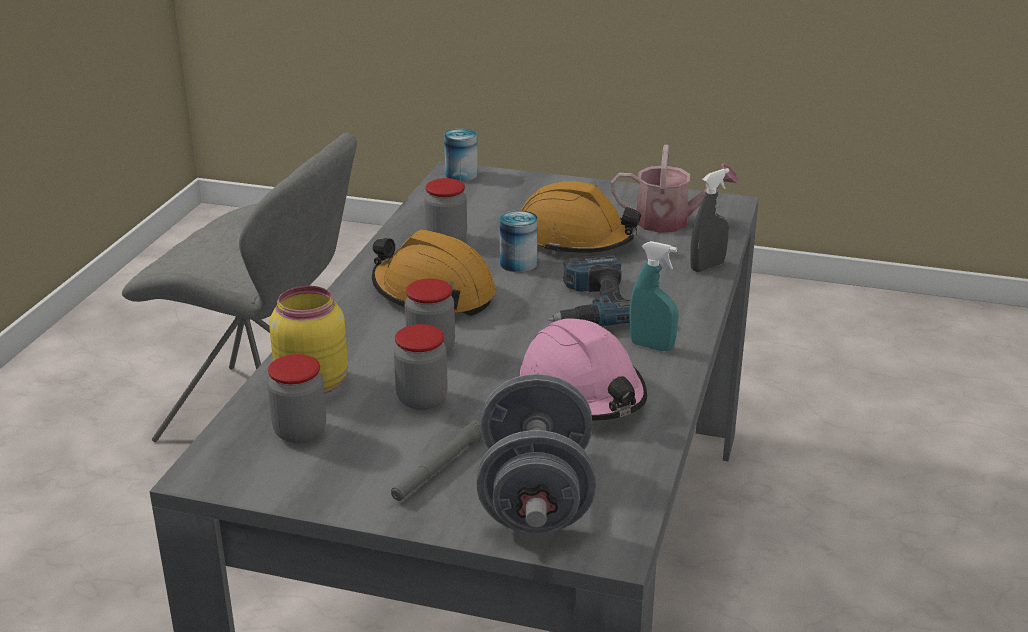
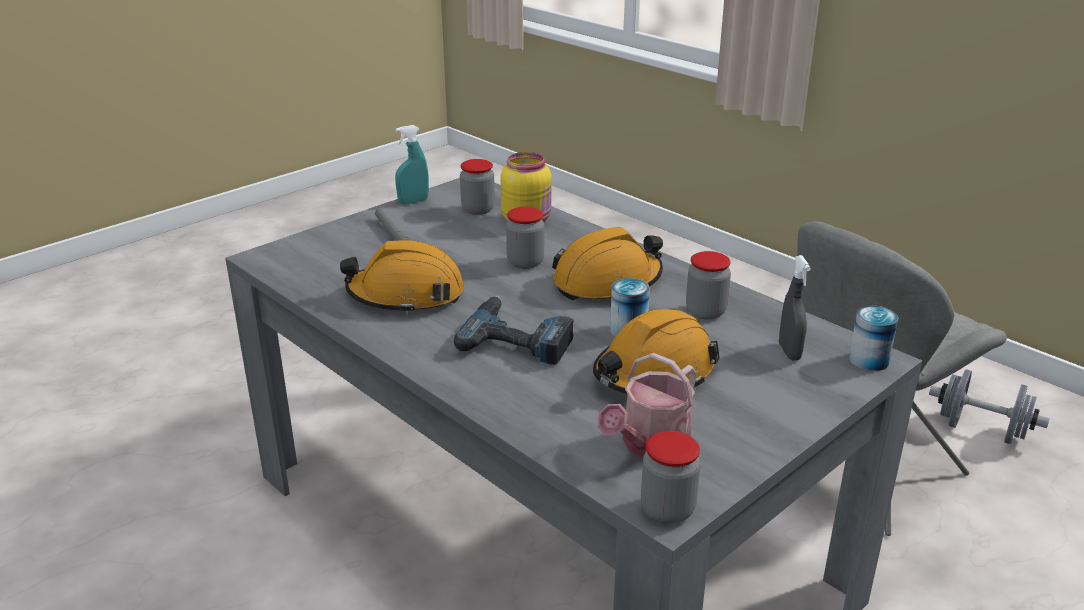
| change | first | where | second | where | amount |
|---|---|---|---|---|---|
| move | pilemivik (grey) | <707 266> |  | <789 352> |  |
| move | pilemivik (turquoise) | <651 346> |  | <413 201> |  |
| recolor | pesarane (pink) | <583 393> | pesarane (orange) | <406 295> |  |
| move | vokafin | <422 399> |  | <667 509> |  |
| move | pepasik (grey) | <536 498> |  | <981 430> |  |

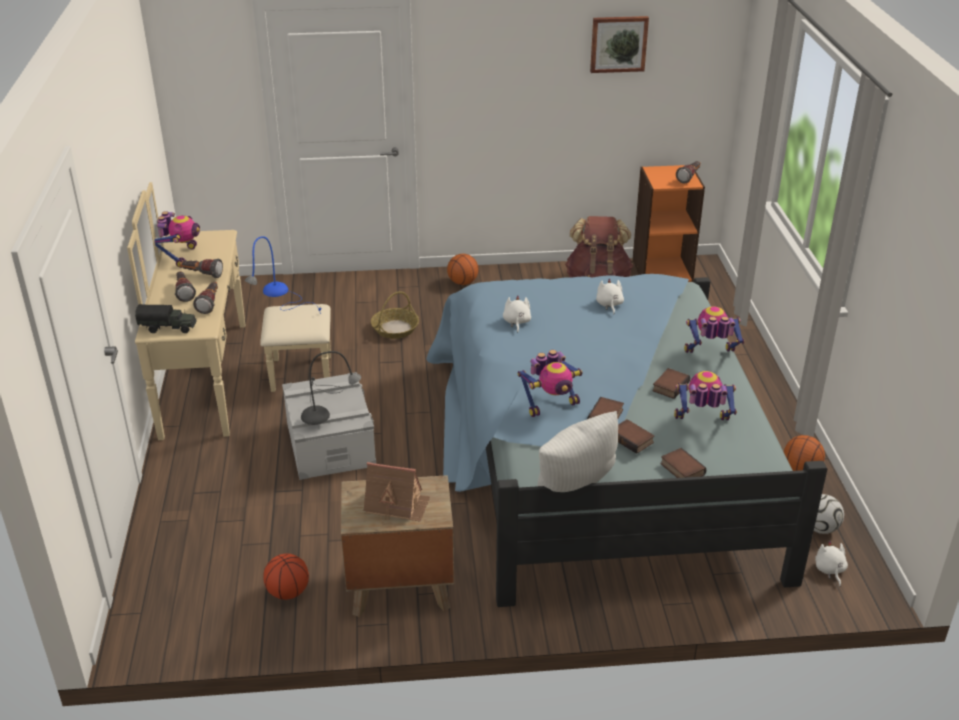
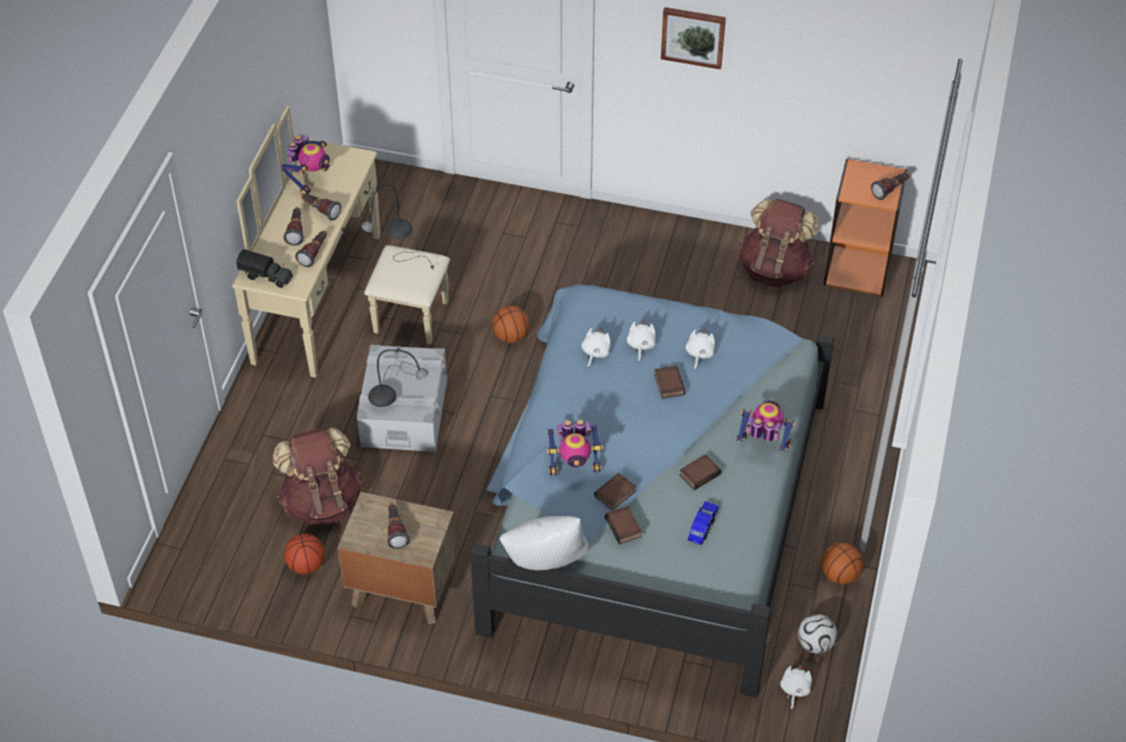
| change | first | where | second | where | amount |
|---|---|---|---|---|---|
| move | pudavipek | <618 44> |  | <693 36> |  |
| recolor | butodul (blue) | <279 304> | butodul (grey) | <398 246> |  |
| move | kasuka | <463 283> |  | <511 336> |  |
| delete | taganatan | <395 329> |  |  |  |
| replace | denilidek | <702 423> | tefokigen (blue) | <703 526> |  |
| move | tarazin | <681 469> |  | <668 384> |  |
| replace | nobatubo | <397 505> | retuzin | <396 530> |  |
| insert |  |  | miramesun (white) | <640 346> |  |
| insert |  |  | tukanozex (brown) | <322 502> |  |

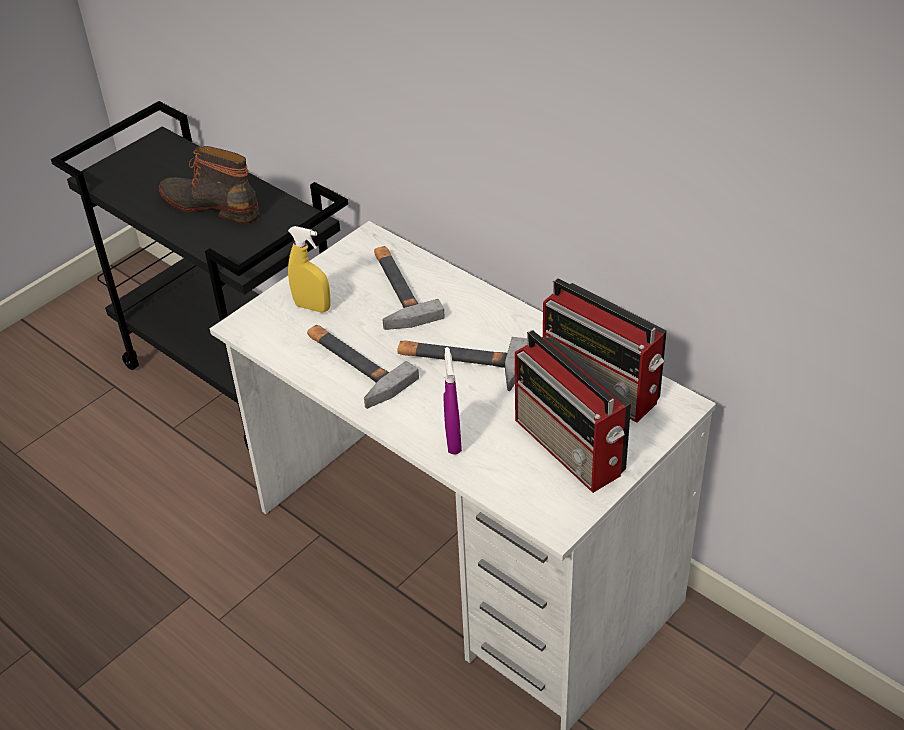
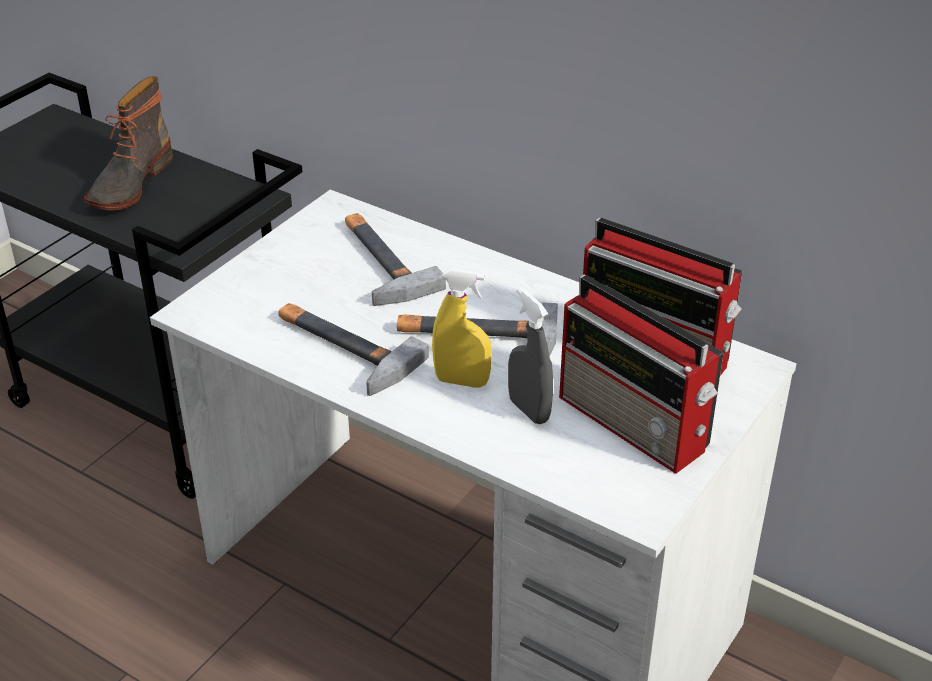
| change | first | where | second | where | amount |
|---|---|---|---|---|---|
| rotate | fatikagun | <212 204> |  | <129 183> | 90 degrees counterclockwise |
| move | pilemivik (yellow) | <312 307> |  | <462 381> |  |
| delete | pilemivik (purple) | <453 440> |  |  |  |
| insert |  |  | pilemivik (grey) | <529 410> |  |

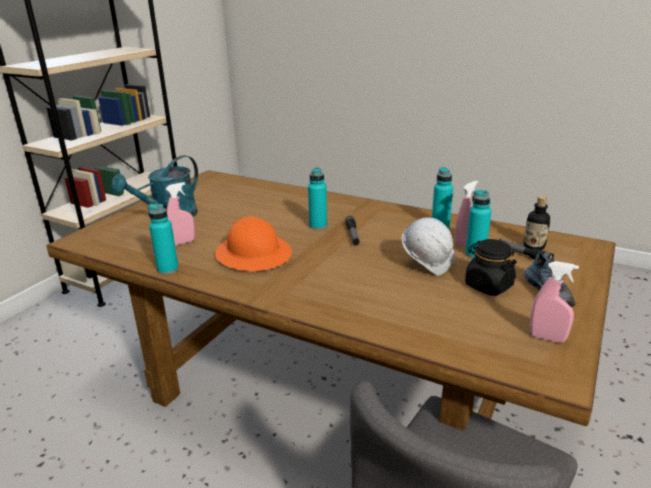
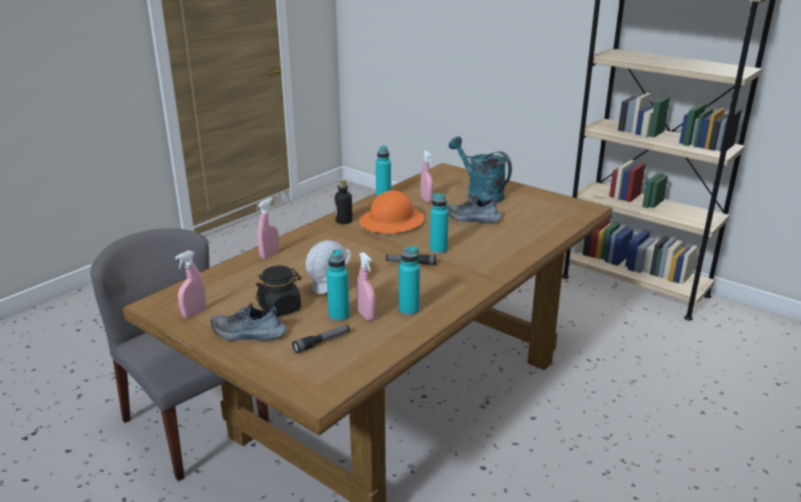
| change | first | where | second | where | amount |
|---|---|---|---|---|---|
| move | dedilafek | <533 246> |  | <344 221> |  |
| insert |  |  | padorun | <472 219> |  |
| insert |  |  | pilemivik (pink) | <269 255> |  |

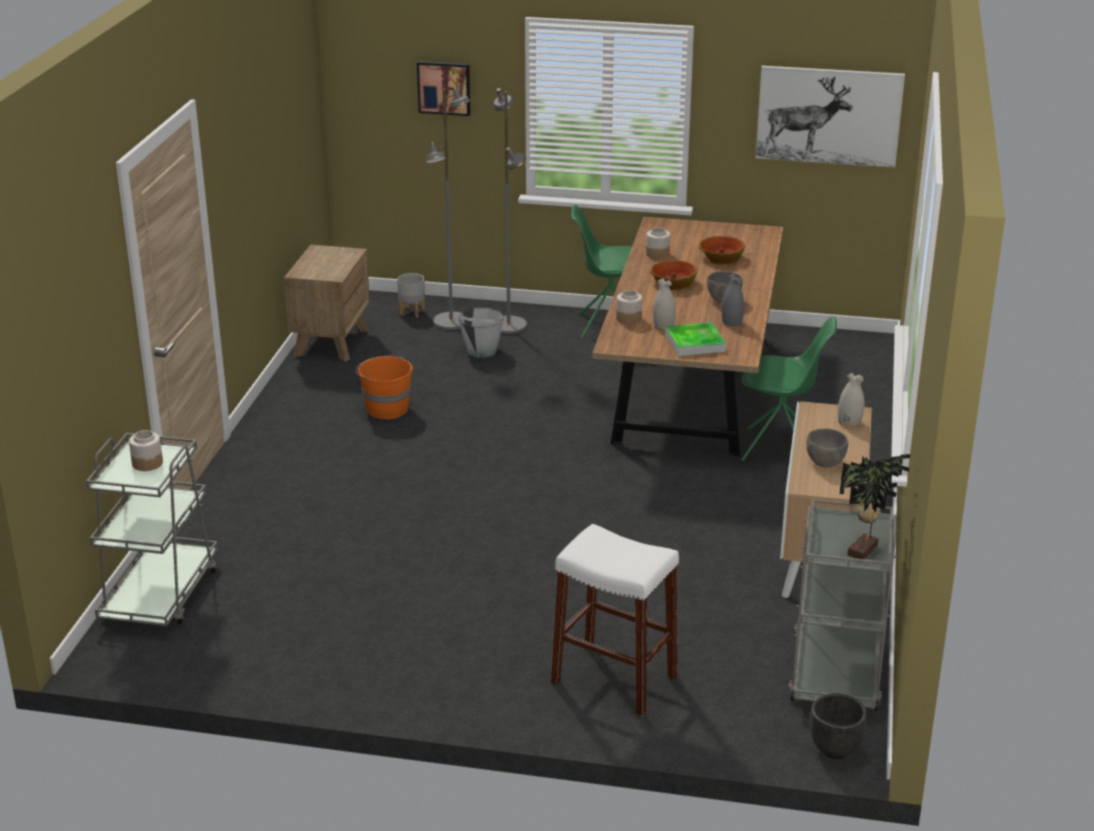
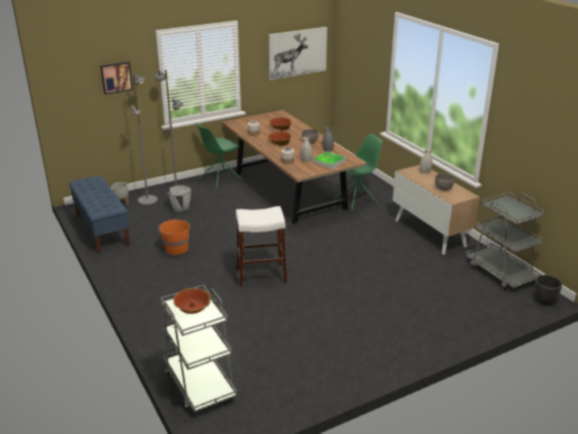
| change | first | where | second | where | amount |
|---|---|---|---|---|---|
| replace | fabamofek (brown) | <331 342> | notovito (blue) | <102 230> |  |
| replace | vokafin | <147 463> | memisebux | <192 308> |  |
| delete | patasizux | <865 550> |  |  |  |
| move | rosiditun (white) | <614 679> |  | <261 275> |  |

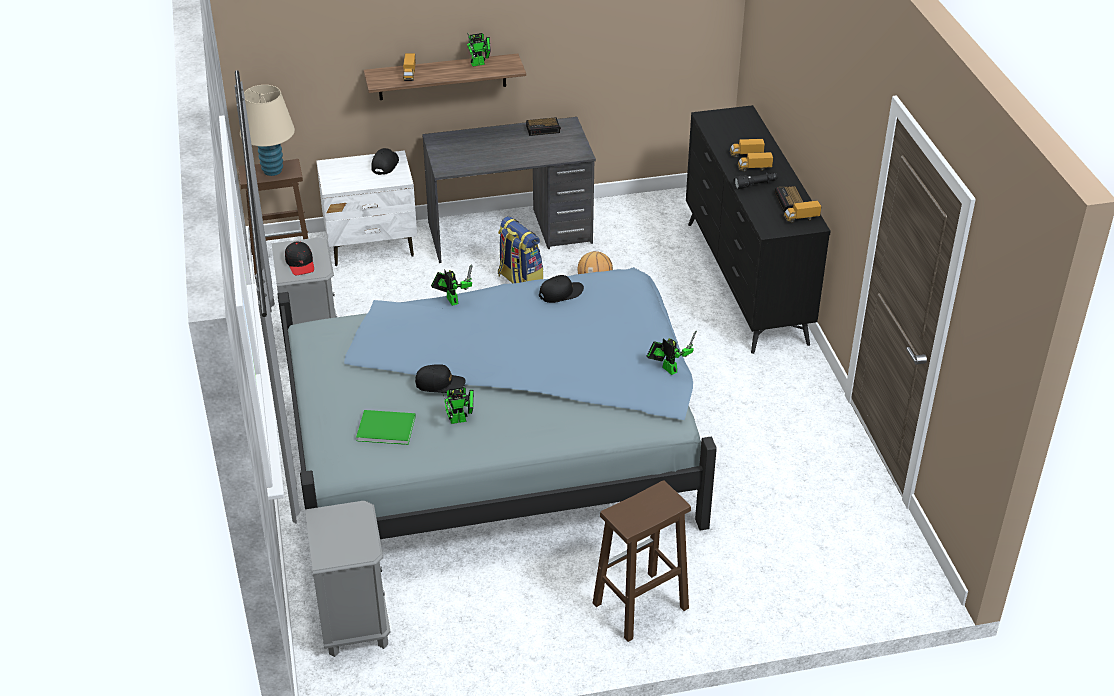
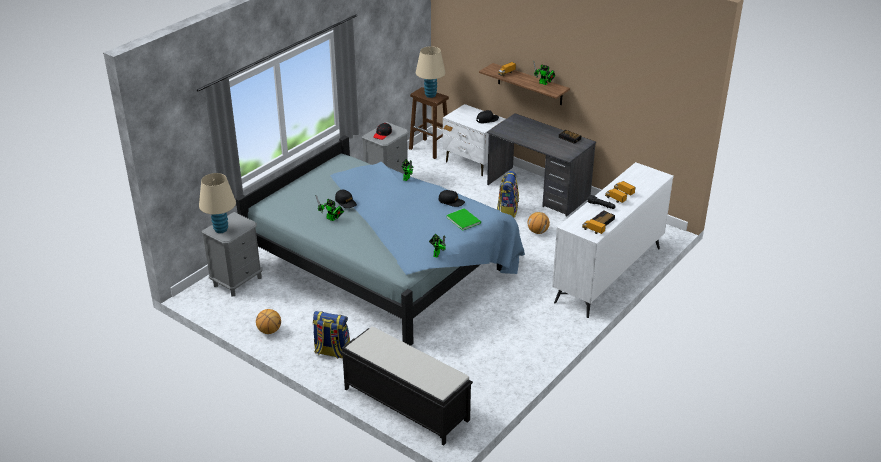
| change | first | where | second | where | amount |
|---|---|---|---|---|---|
| recolor | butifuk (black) | <745 282> | butifuk (white) | <607 274> |  |
| move | tarazin (green) | <384 427> |  | <463 219> |  |
| replace | rosiditun (brown) | <639 607> | tukanozex | <332 352> |  |
| insert |  |  | butodul (beige) | <221 229> |  |
| insert |  |  | kasuka | <269 331> |  |
| insert |  |  | notovito (black) | <405 404> |  |

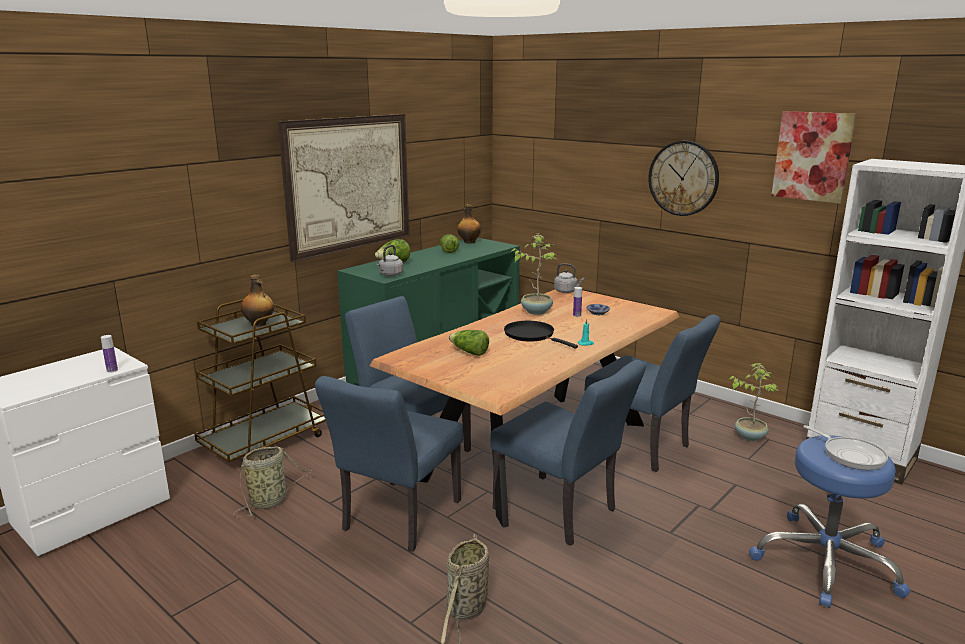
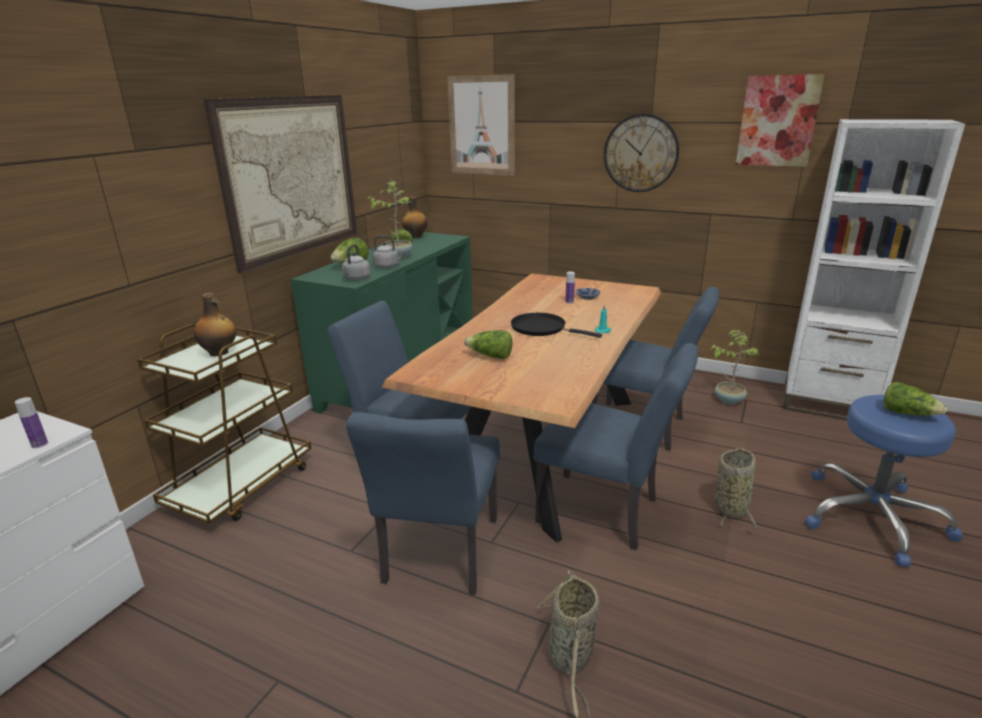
| change | first | where | second | where | amount |
|---|---|---|---|---|---|
| move | patasizux | <536 311> |  | <397 256> |  |
| move | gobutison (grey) | <566 291> |  | <388 266> |  |
| replace | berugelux | <850 455> | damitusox | <907 413> |  |
| move | taganatan | <270 501> |  | <731 507> |  |
| insert |  |  | pudavipek | <482 126> |  |

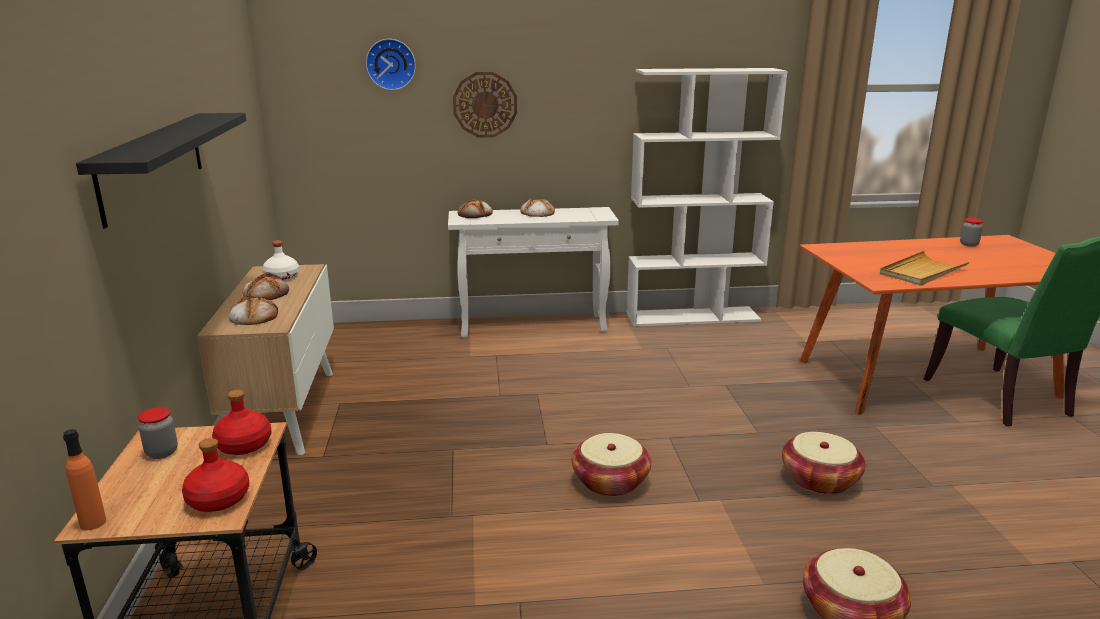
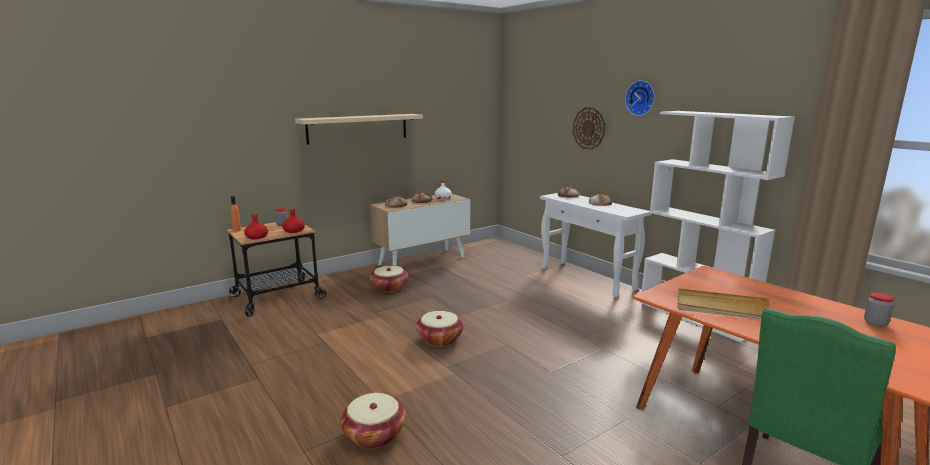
| change | first | where | second | where | amount |
|---|---|---|---|---|---|
| move | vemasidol | <391 64> |  | <641 98> |  |
| recolor | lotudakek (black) | <153 164> | lotudakek (beige) | <358 128> |  |
| move | taganatan | <820 480> |  | <389 287> |  |

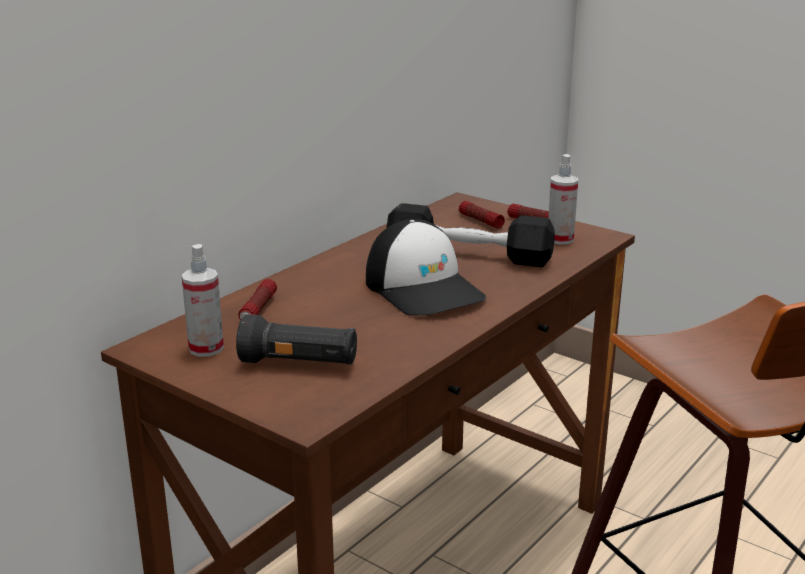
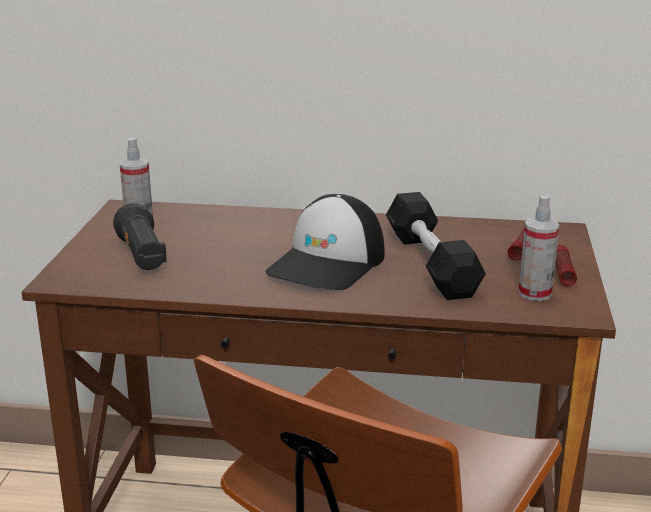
| change | first | where | second | where | amount |
|---|---|---|---|---|---|
| delete | retuzin | <258 309> |  |  |  |

